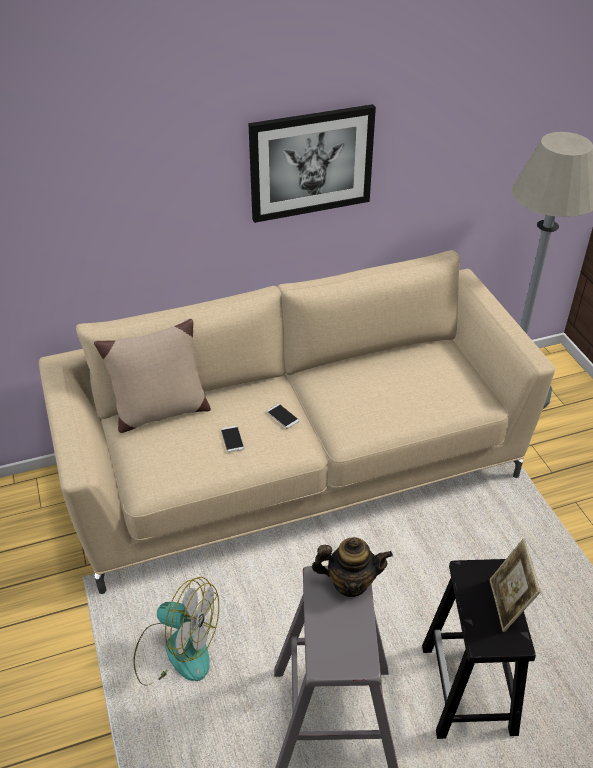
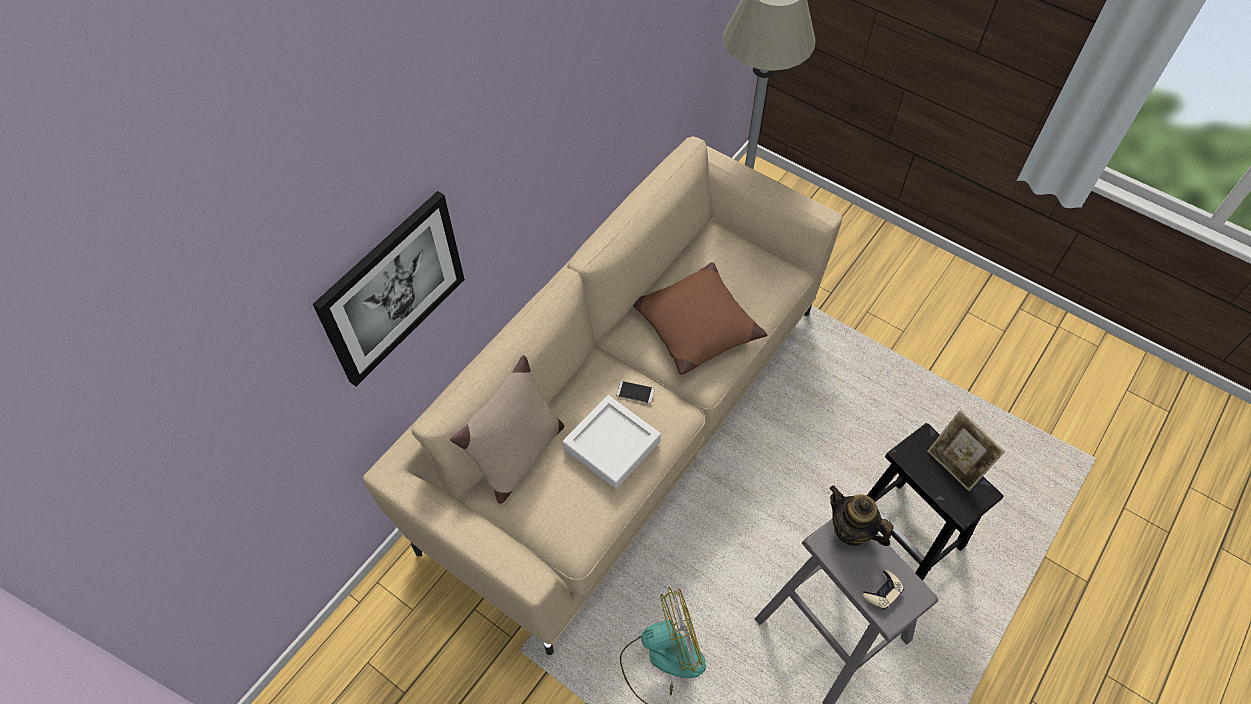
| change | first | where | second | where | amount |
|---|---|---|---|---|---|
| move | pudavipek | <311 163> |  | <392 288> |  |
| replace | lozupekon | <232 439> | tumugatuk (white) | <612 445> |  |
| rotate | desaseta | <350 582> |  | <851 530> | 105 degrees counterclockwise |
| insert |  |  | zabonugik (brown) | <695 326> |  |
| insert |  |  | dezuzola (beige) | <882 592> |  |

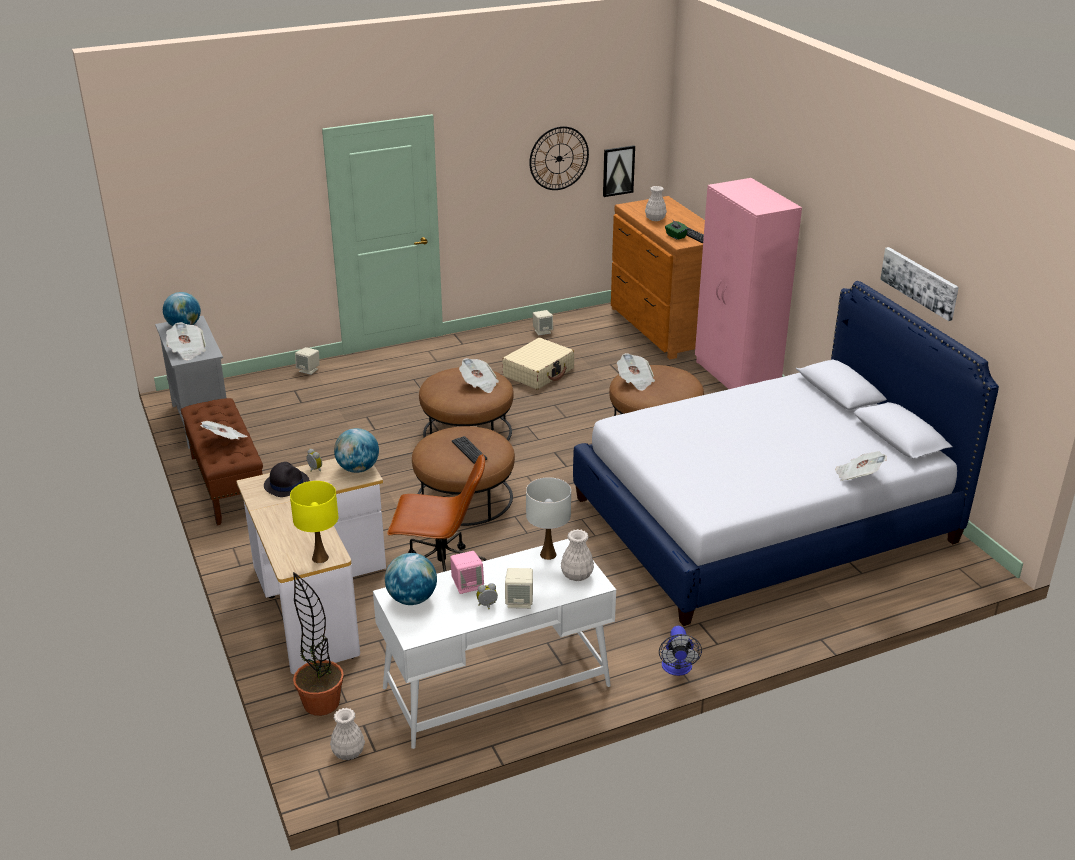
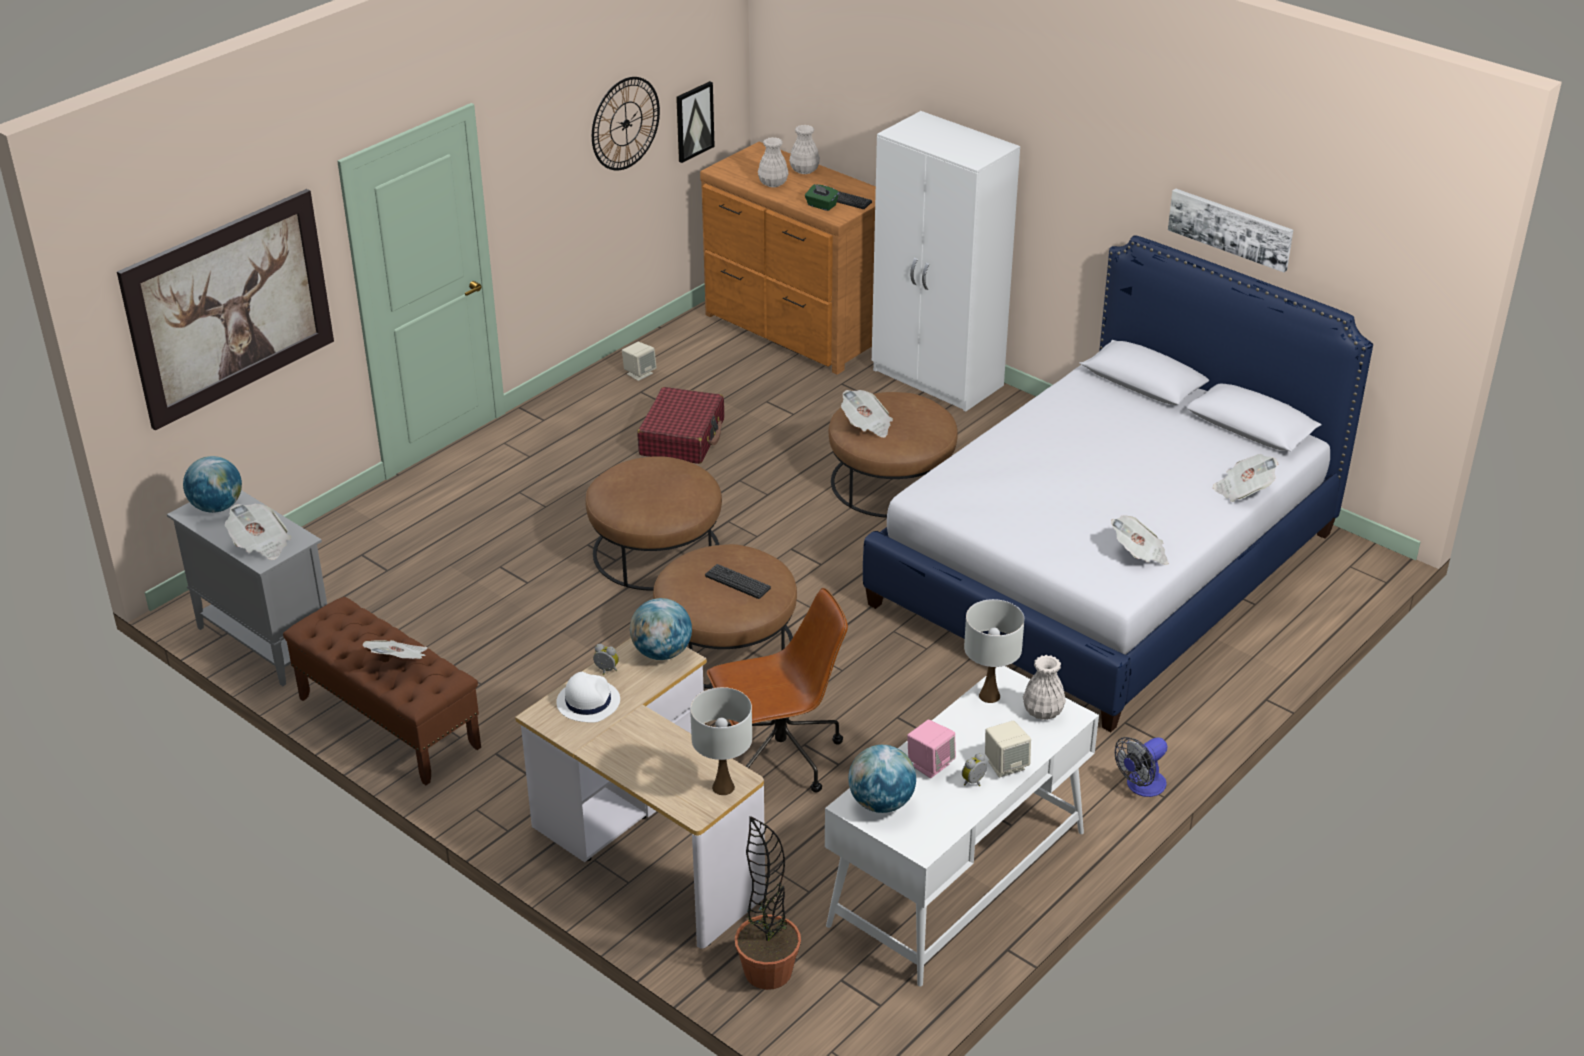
| change | first | where | second | where | amount |
|---|---|---|---|---|---|
| recolor | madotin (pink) | <736 377> | madotin (white) | <937 379> |  |
| recolor | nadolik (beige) | <538 372> | nadolik (red) | <682 437> |  |
| delete | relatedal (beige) | <308 370> |  |  |  |
| move | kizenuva | <479 384> |  | <1139 554> |  |
| recolor | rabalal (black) | <286 484> | rabalal (white) | <588 701> |  |
| recolor | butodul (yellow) | <320 558> | butodul (white) | <723 787> |  |
| rotate | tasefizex | <677 669> |  | <1141 787> | 75 degrees clockwise |
| move | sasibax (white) | <348 752> |  | <804 170> |  |
| insert |  |  | pudavipek | <229 307> |  |

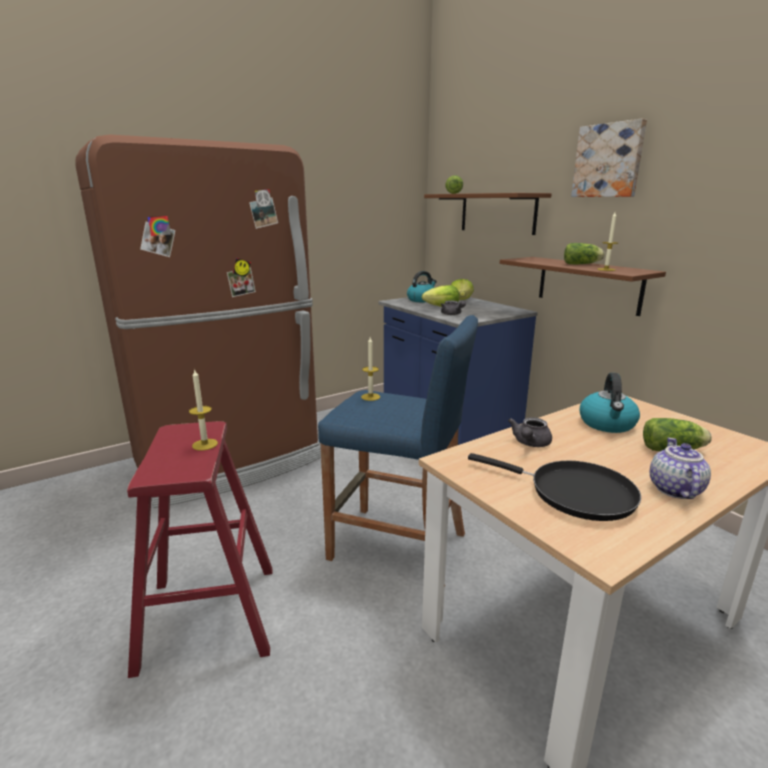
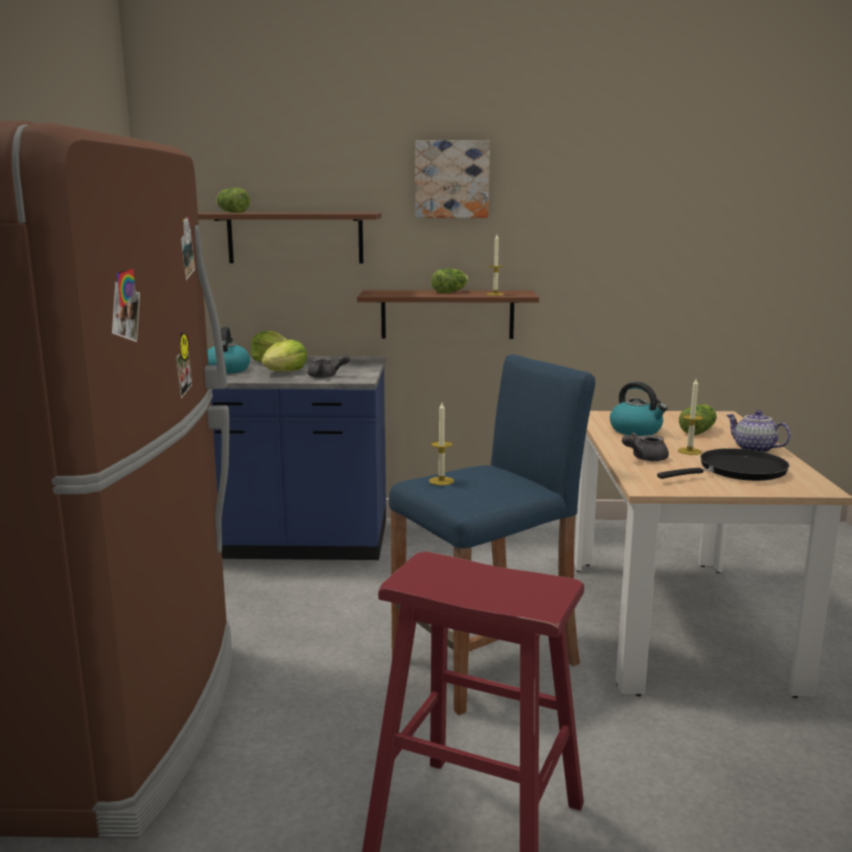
| change | first | where | second | where | amount |
|---|---|---|---|---|---|
| move | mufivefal | <205 444> |  | <689 451> |  |
| rotate | desaseta (grey) | <530 443> |  | <644 458> | 90 degrees clockwise |

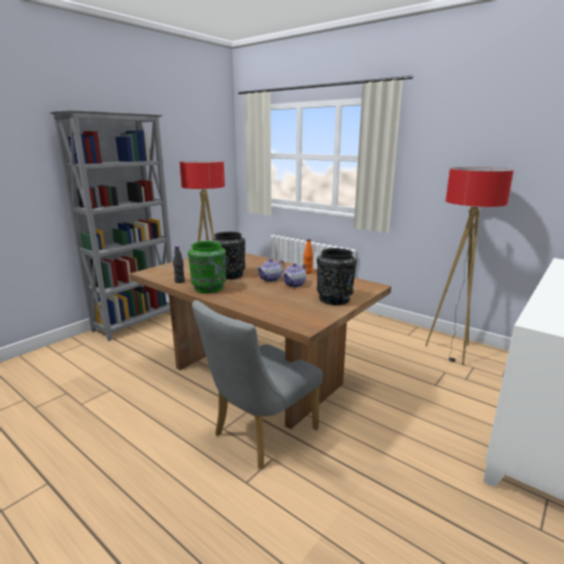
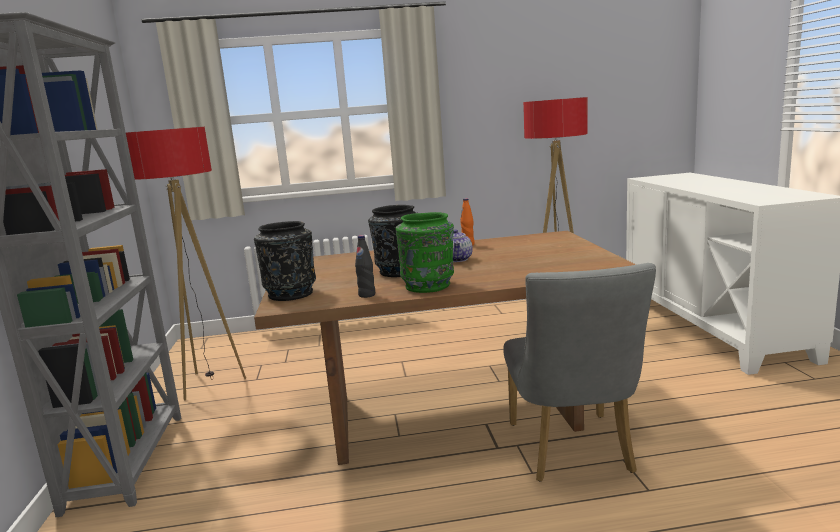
| change | first | where | second | where | amount |
|---|---|---|---|---|---|
| move | sasibax (black) | <334 298> |  | <290 293> |  |
| delete | desaseta | <294 284> |  |  |  |

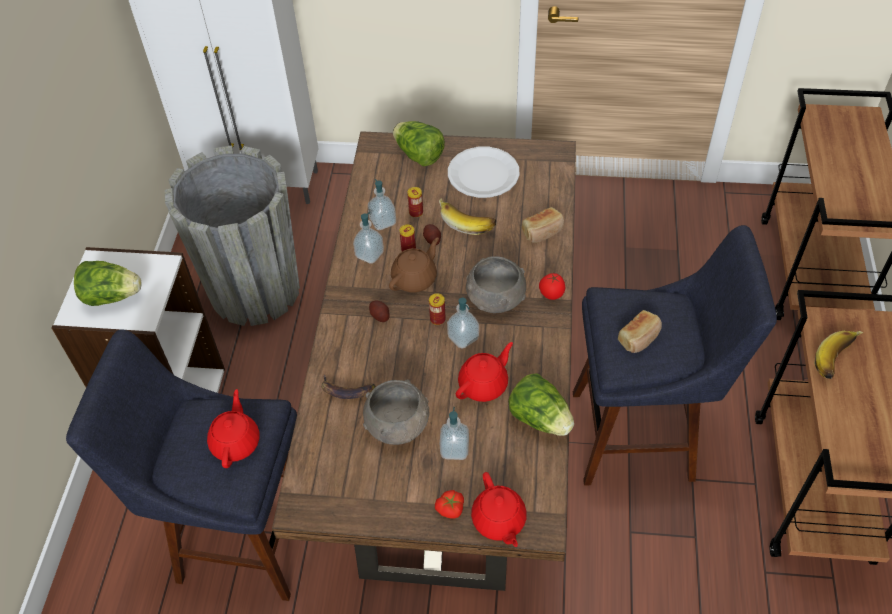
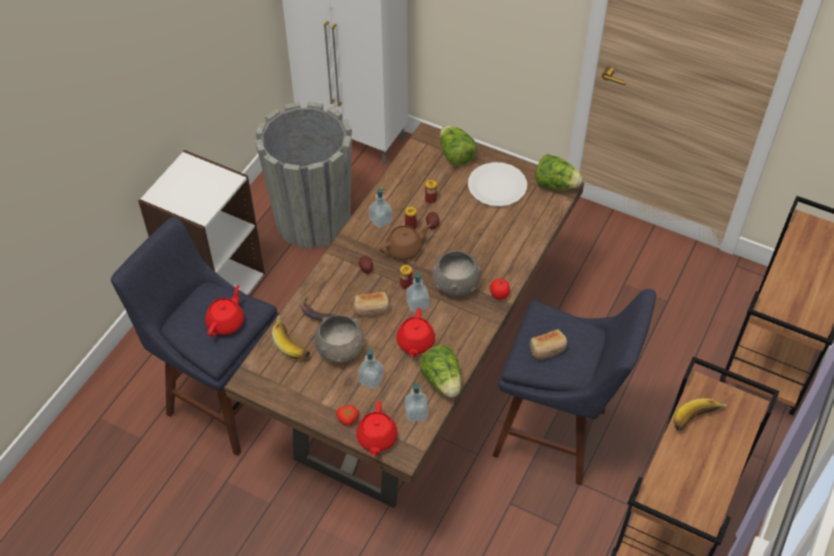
| change | first | where | second | where | amount |
|---|---|---|---|---|---|
| move | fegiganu | <383 222> |  | <416 413> |  |
| move | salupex | <467 221> |  | <293 343> |  |
| move | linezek | <543 231> |  | <371 309> |  |
| move | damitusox | <112 296> |  | <555 184> |  |
| rotate | desaseta (red) | <484 384> |  | <415 343> | 120 degrees clockwise |

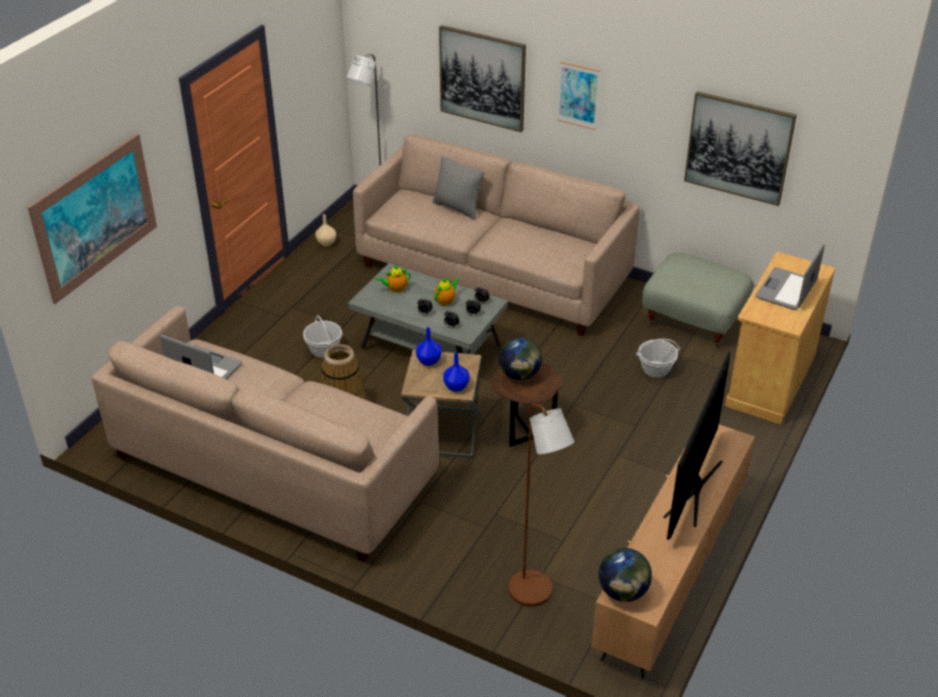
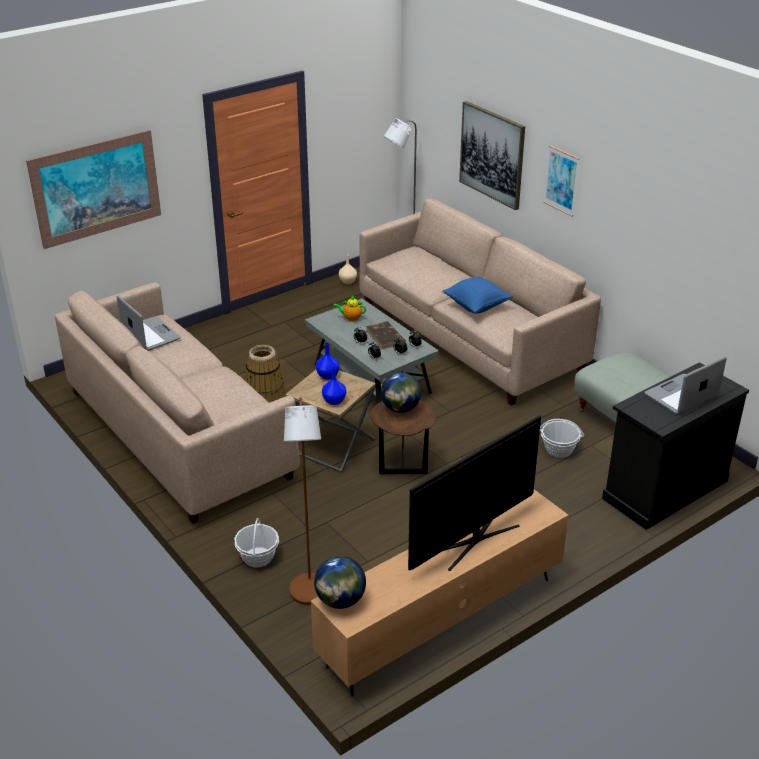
| change | first | where | second | where | amount |
|---|---|---|---|---|---|
| delete | pudavipek | <738 148> |  |  |  |
| delete | zabonugik (grey) | <457 208> |  |  |  |
| recolor | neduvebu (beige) | <770 380> | neduvebu (black) | <664 489> |  |
| replace | desaseta | <446 301> | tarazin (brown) | <385 337> |  |
| move | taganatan | <324 349> |  | <258 557> |  |
| insert |  |  | zabonugik (blue) | <476 306> |  |

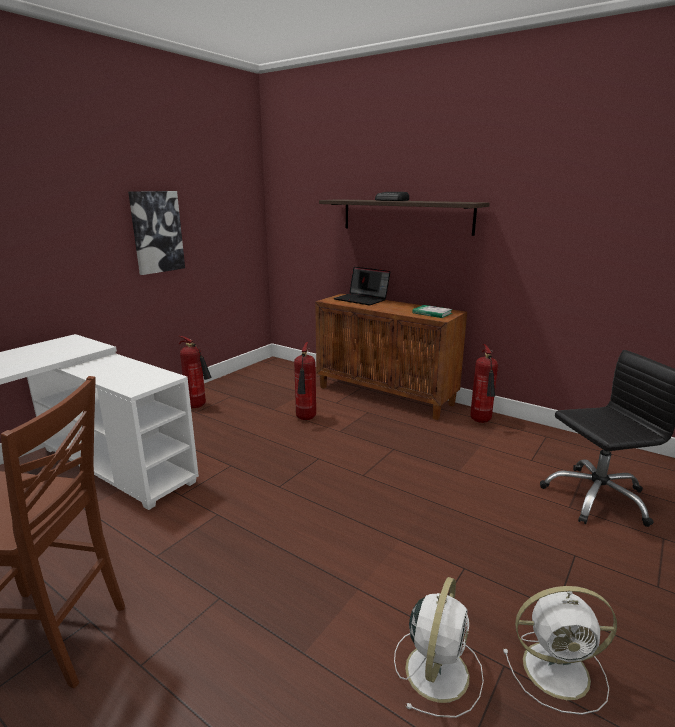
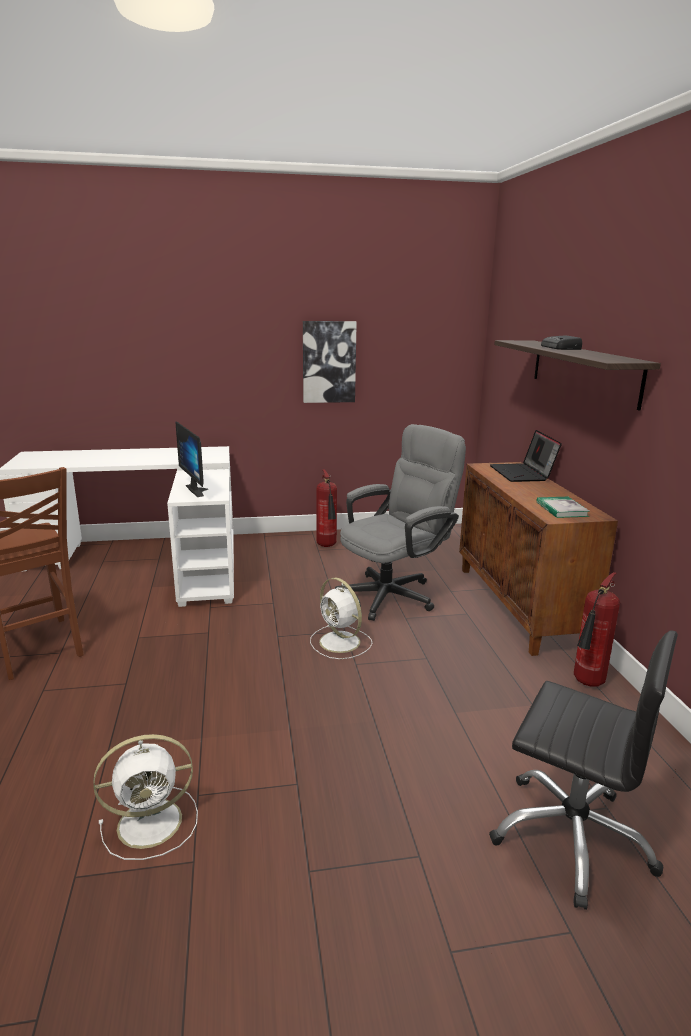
| change | first | where | second | where | amount |
|---|---|---|---|---|---|
| replace | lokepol | <306 419> | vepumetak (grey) | <394 593> |  |
| move | tasefizex (white) | <559 670> |  | <341 643> |  |
| insert |  |  | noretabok | <199 490> |  |

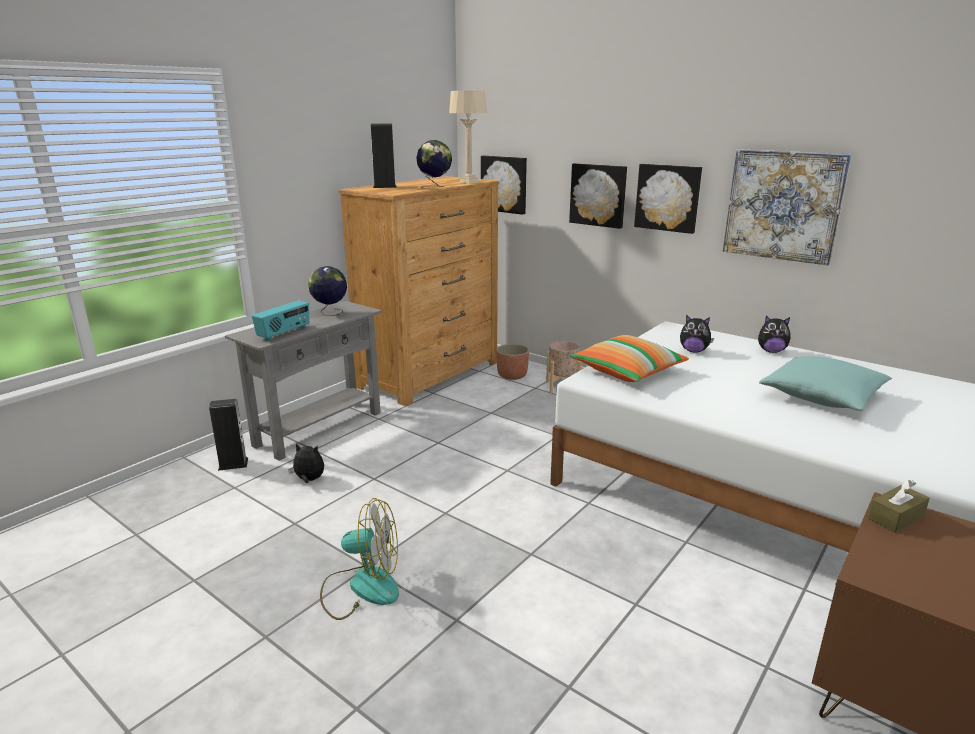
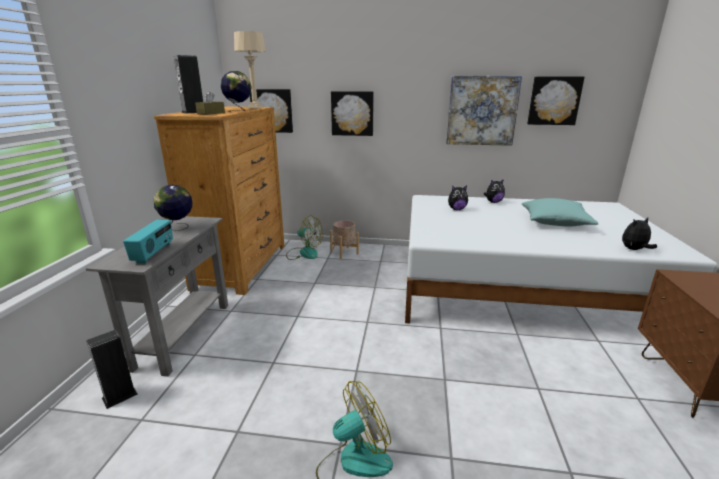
| change | first | where | second | where | amount |
|---|---|---|---|---|---|
| move | pudavipek | <668 197> |  | <554 101> |  |
| delete | zabonugik | <627 372> |  |  |  |
| replace | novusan | <512 375> | tasefizex | <304 253> |  |
| move | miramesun | <309 480> |  | <634 249> |  |
| move | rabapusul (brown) | <895 517> |  | <211 113> |  |

